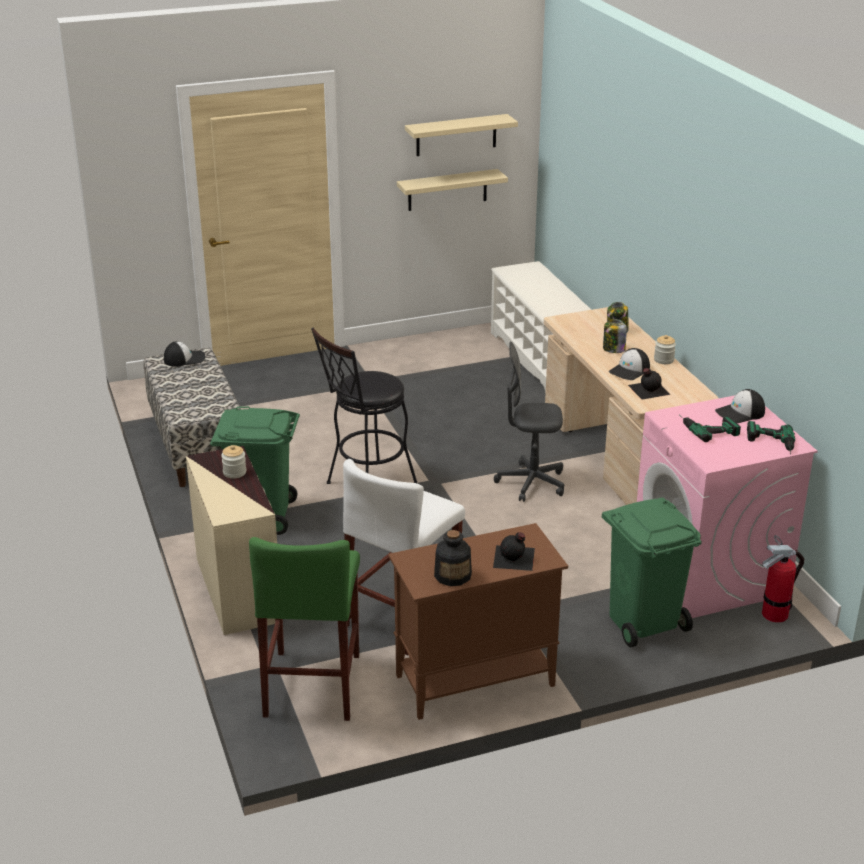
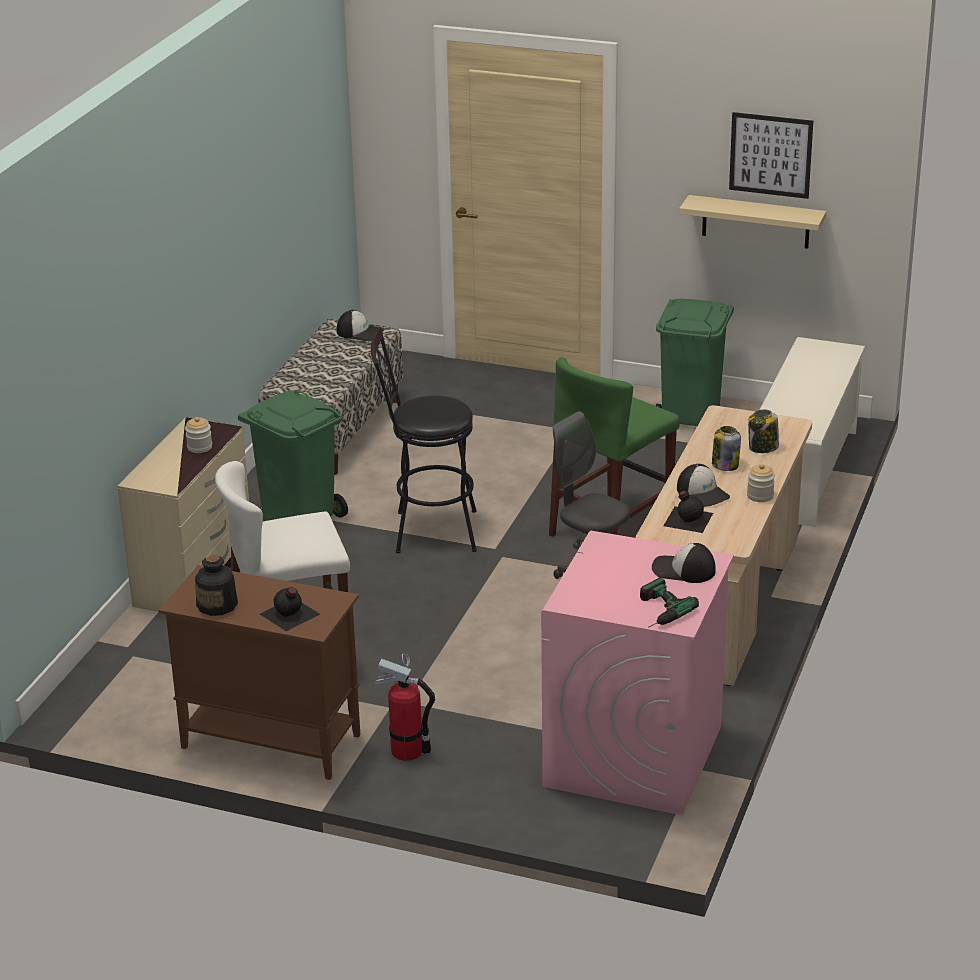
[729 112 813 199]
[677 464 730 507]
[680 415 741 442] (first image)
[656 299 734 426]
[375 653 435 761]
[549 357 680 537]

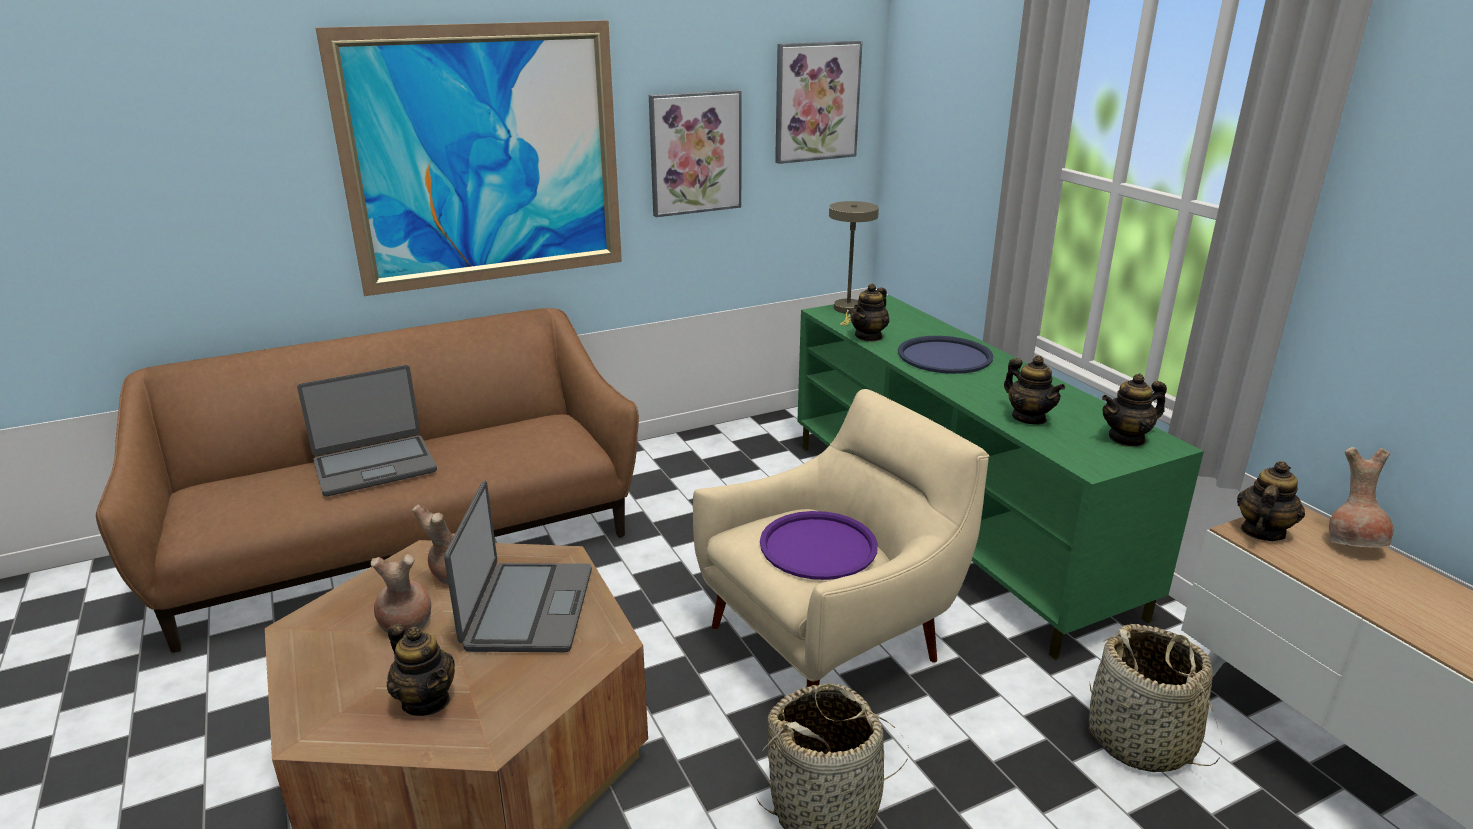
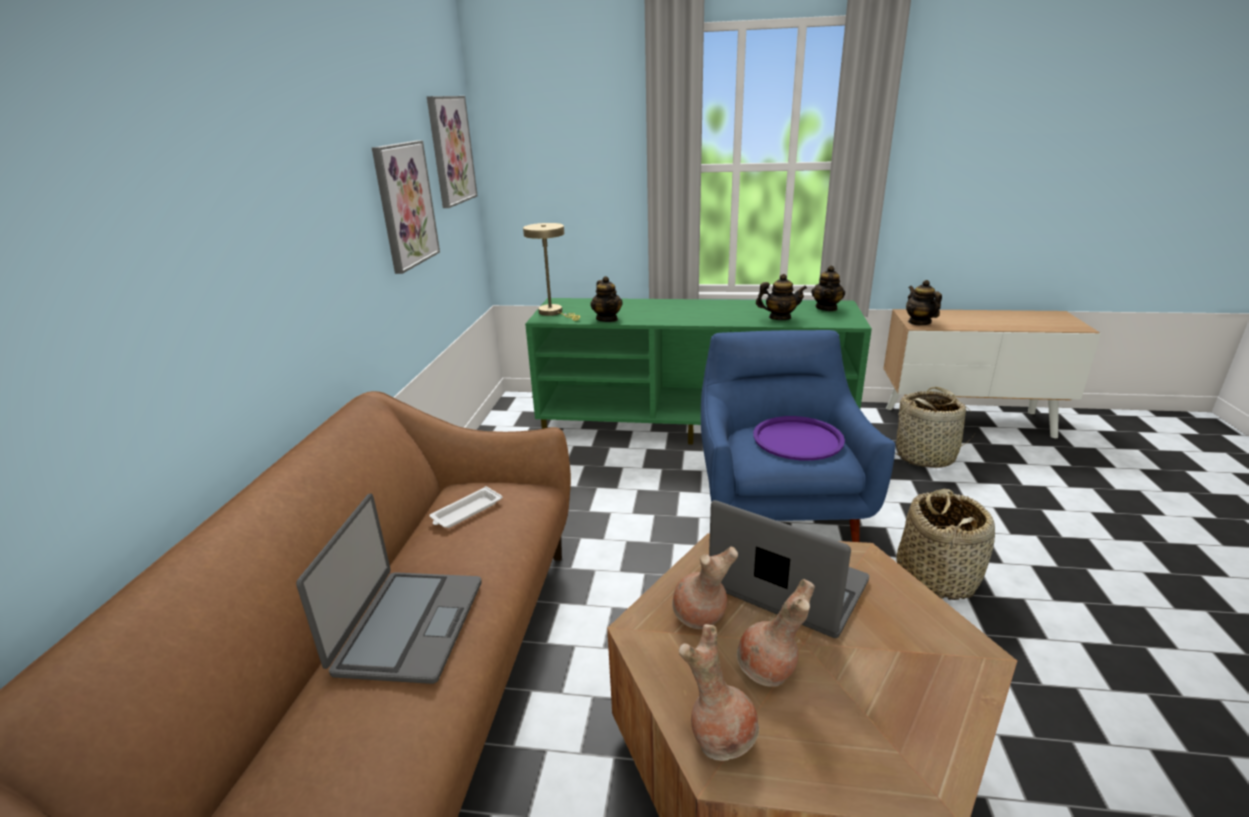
[316 20 622 296] (first image)
[898 336 993 374] (first image)
[701 330 895 542]
[678 624 759 761]
[387 624 455 716] (first image)
[429 486 502 528]

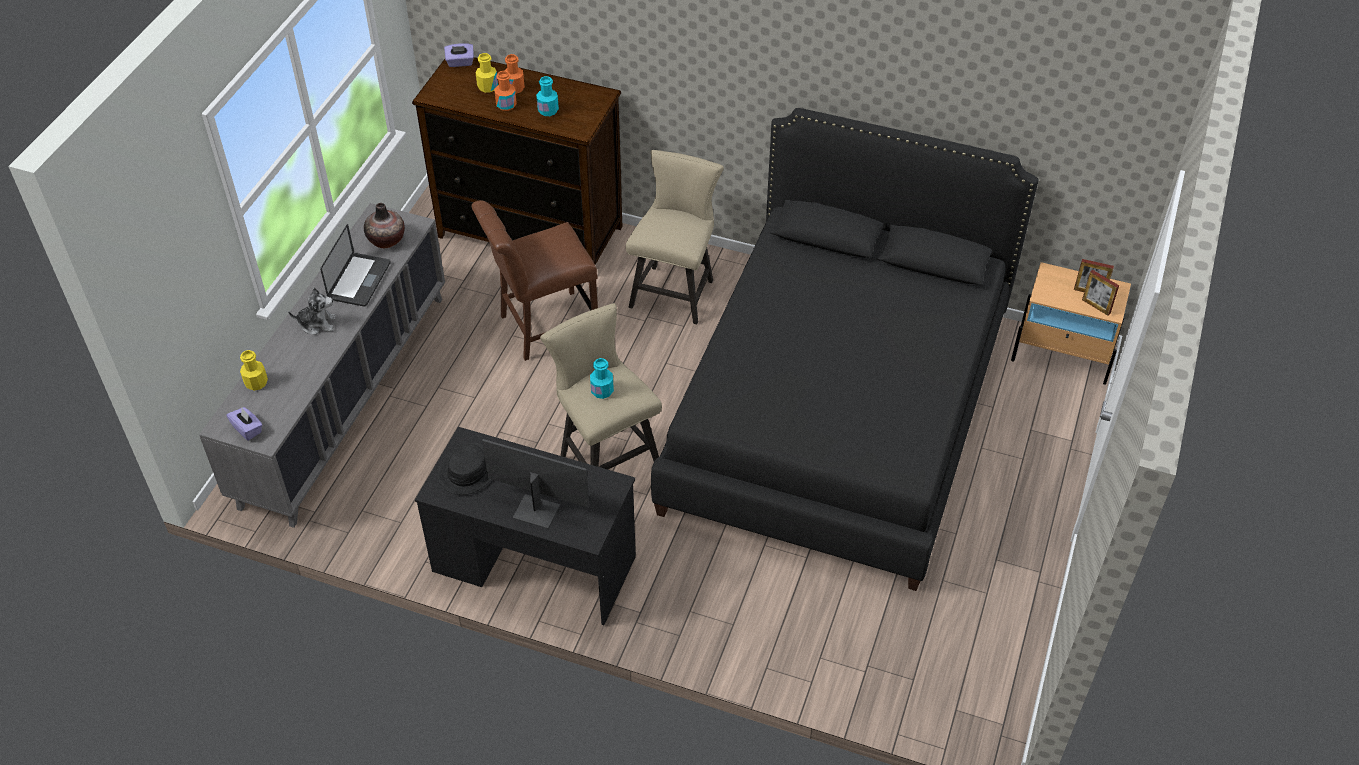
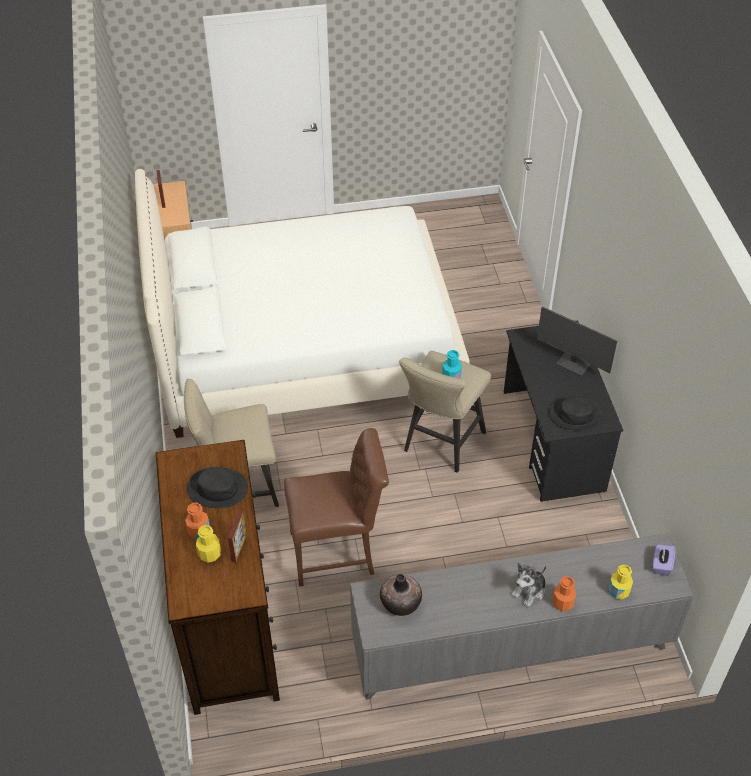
[444 43 474 67] (first image)
[552 576 576 611]
[187 467 248 508]
[135 169 470 438]
[284 428 389 587]
[320 224 391 307] (first image)
[228 511 247 563]
[511 563 547 607]
[537 306 617 376]

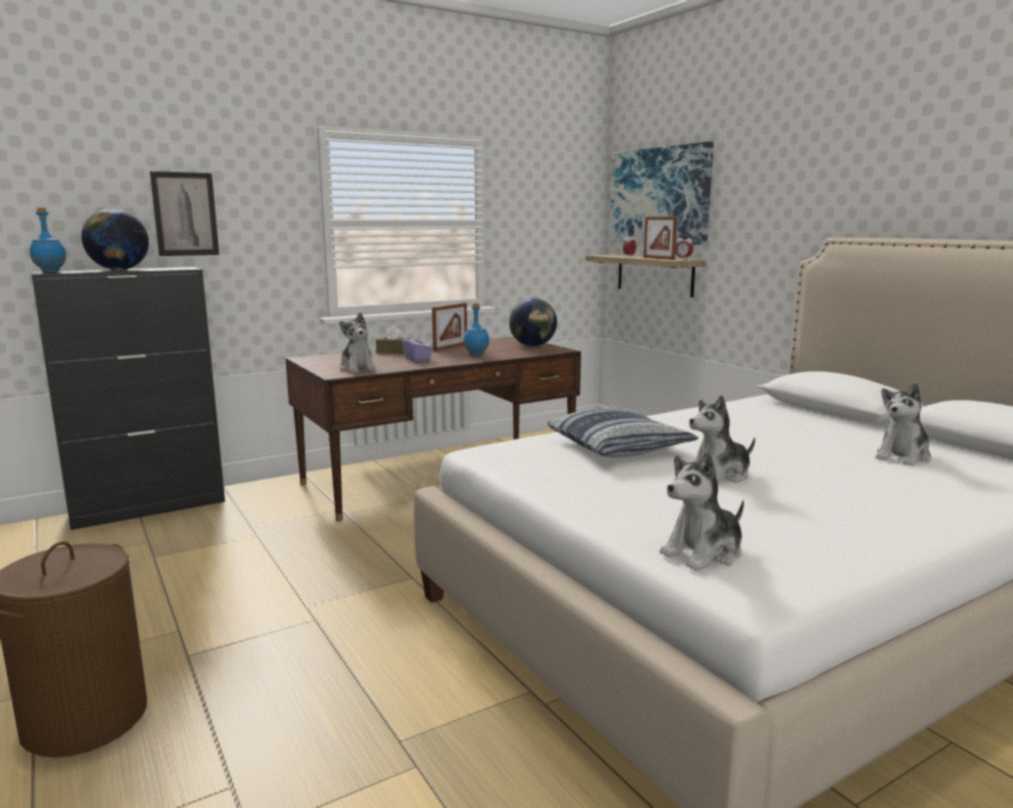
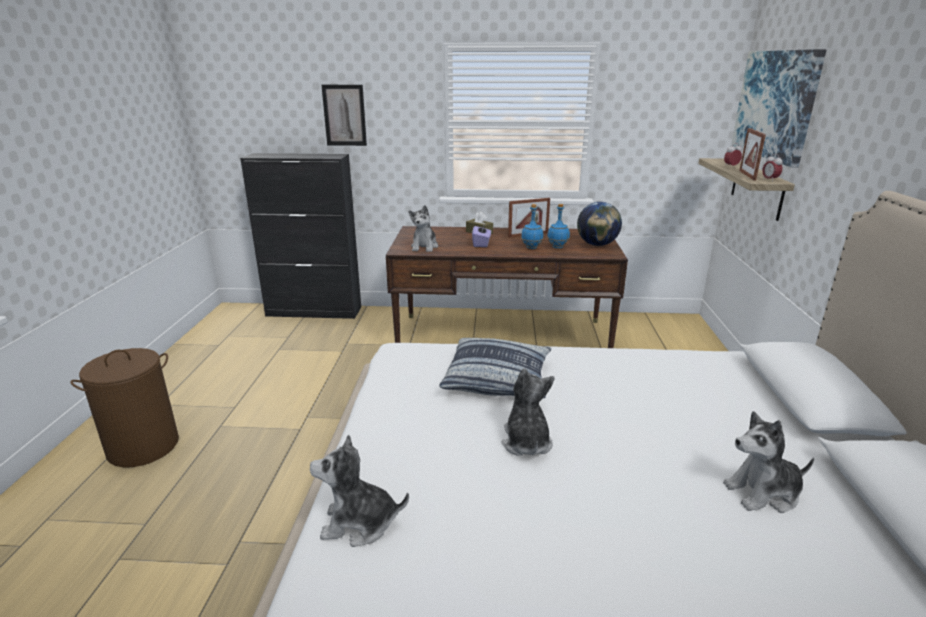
[547 204 570 249]
[82 209 149 270] (first image)
[502 368 555 456]

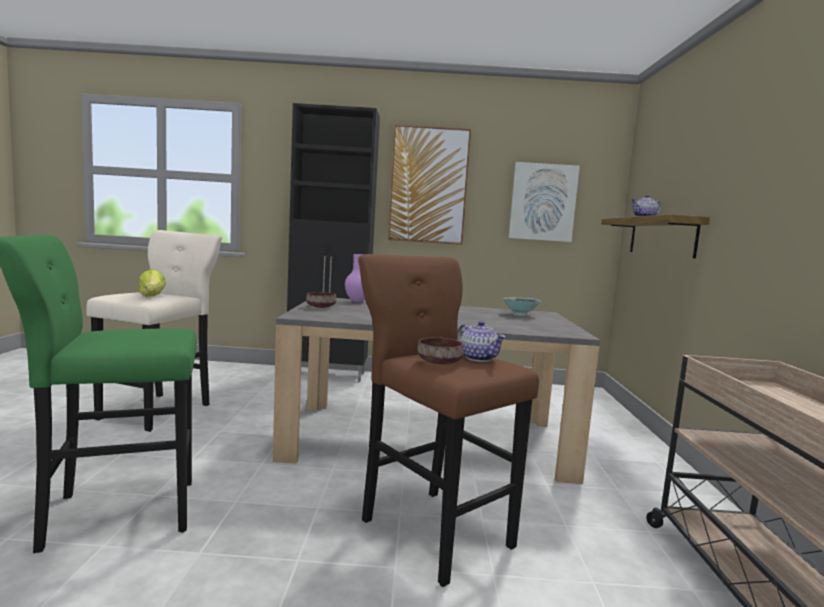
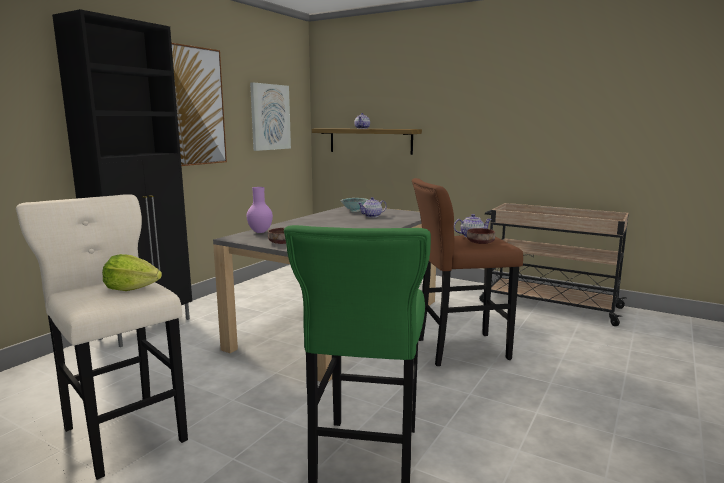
[358 197 387 218]

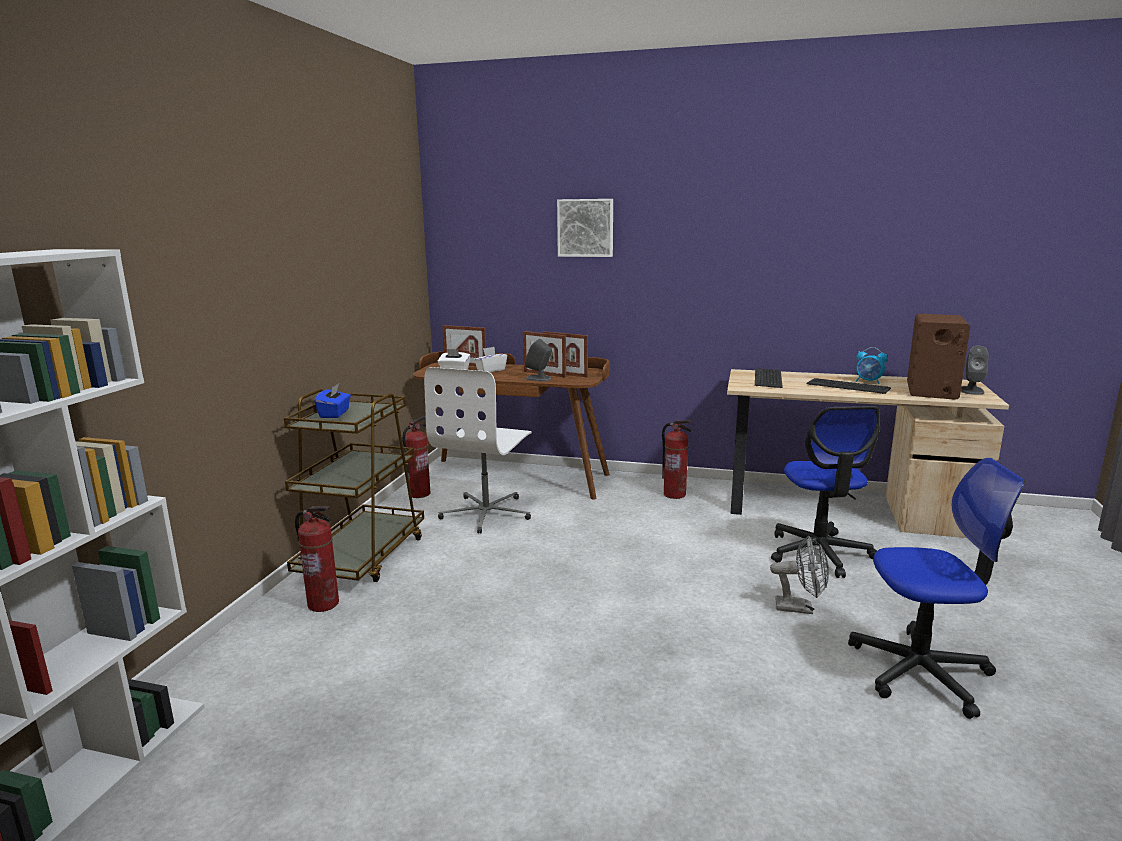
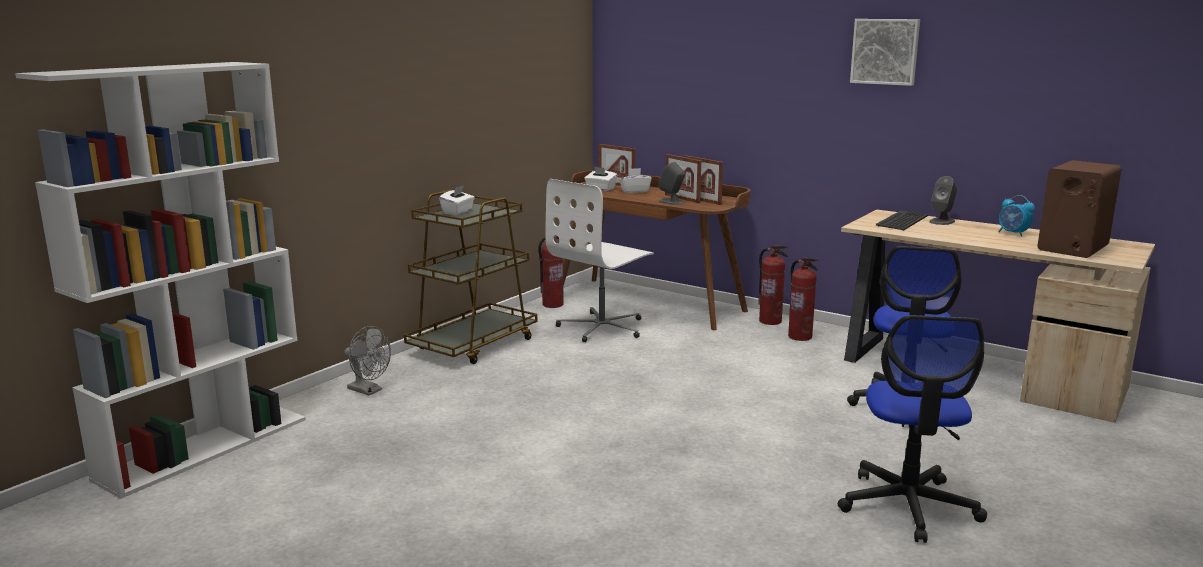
[850 19 920 86]
[930 176 957 225]
[807 378 891 394] (first image)
[439 185 475 215]
[837 315 987 543]
[758 246 788 325]
[344 326 391 396]

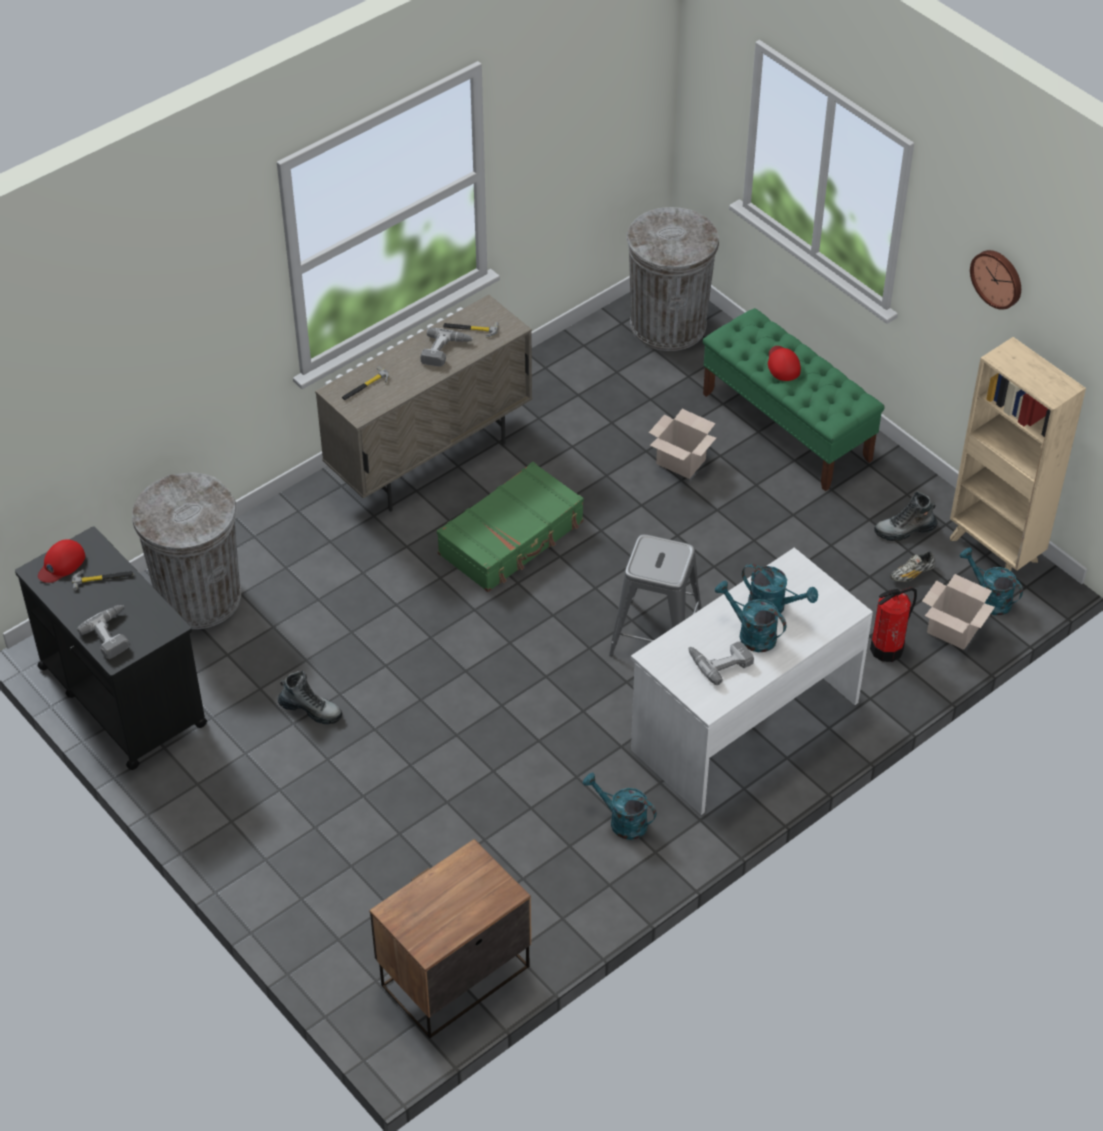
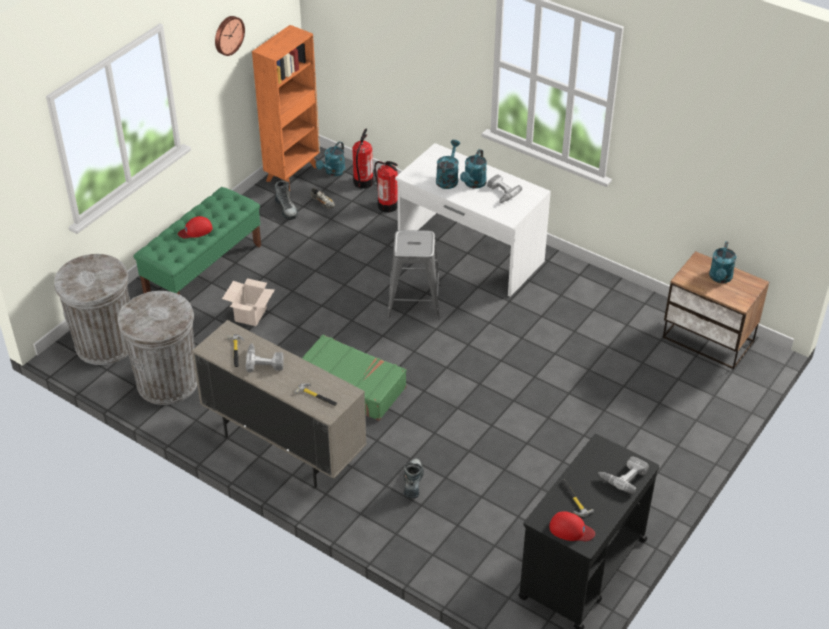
[252 25 320 191]
[118 291 197 405]
[352 129 374 189]
[404 458 424 499]
[709 241 737 283]

